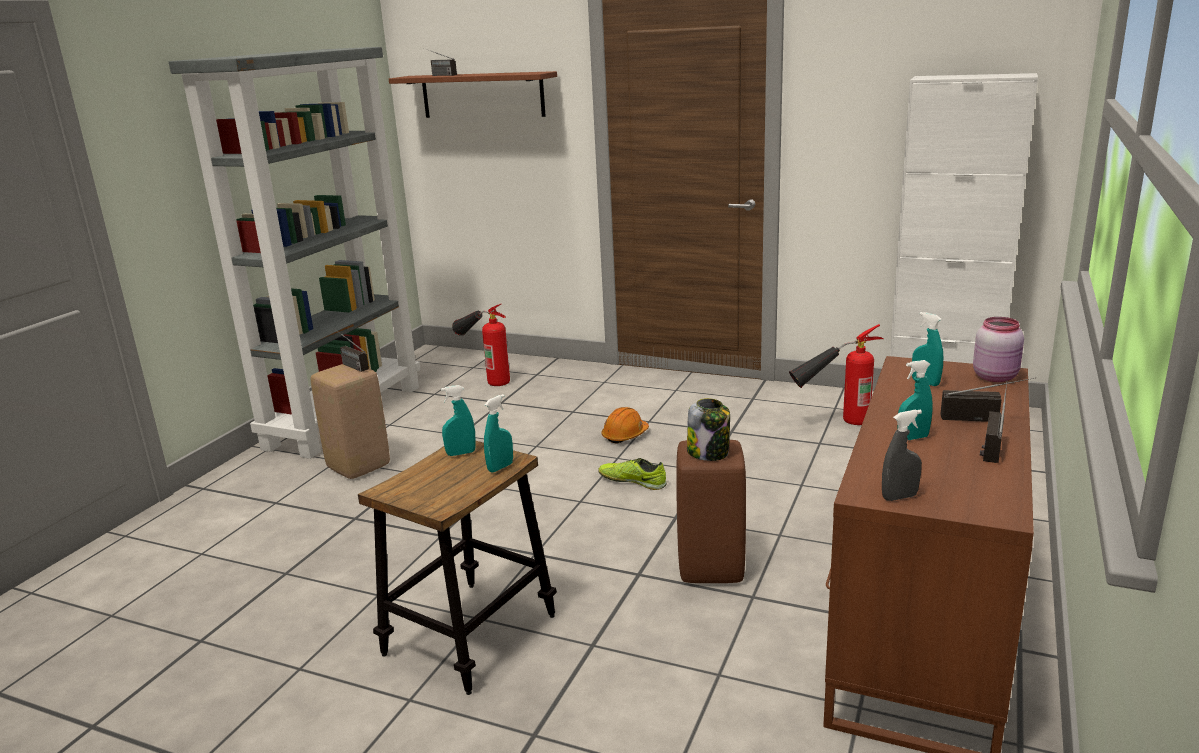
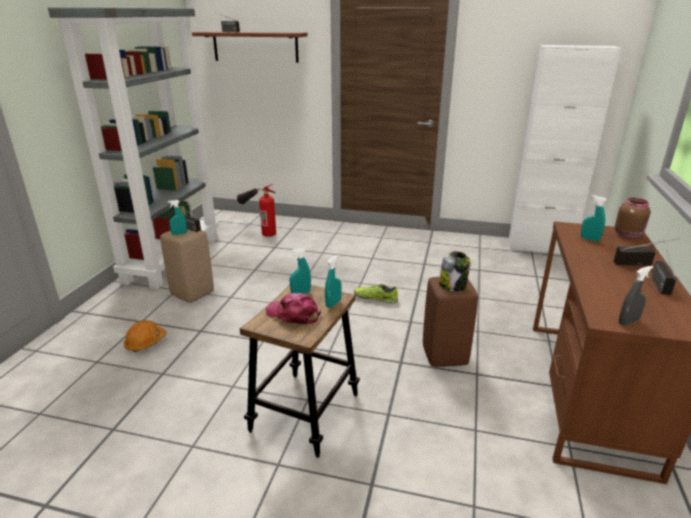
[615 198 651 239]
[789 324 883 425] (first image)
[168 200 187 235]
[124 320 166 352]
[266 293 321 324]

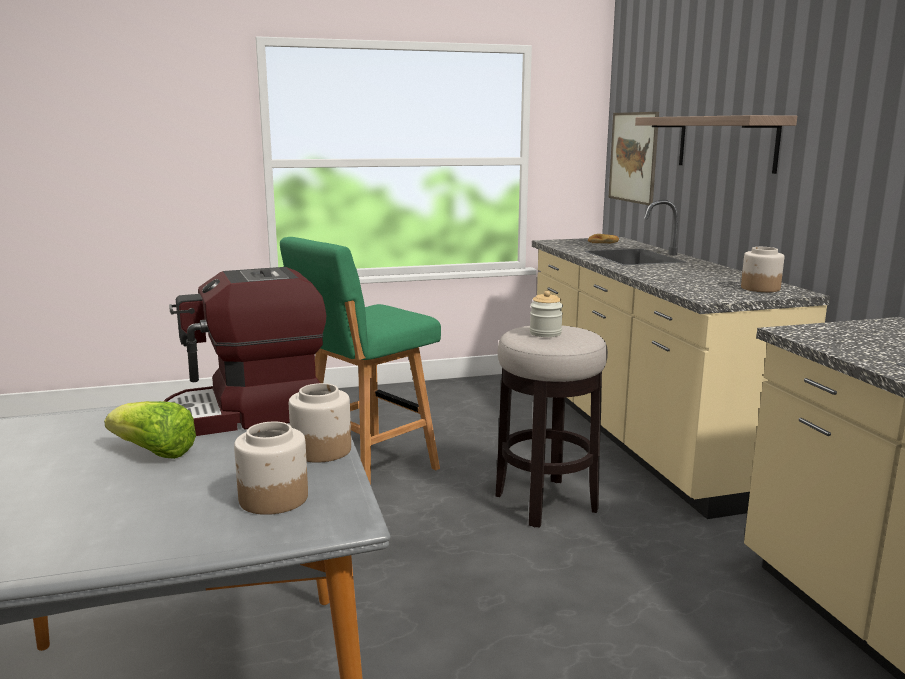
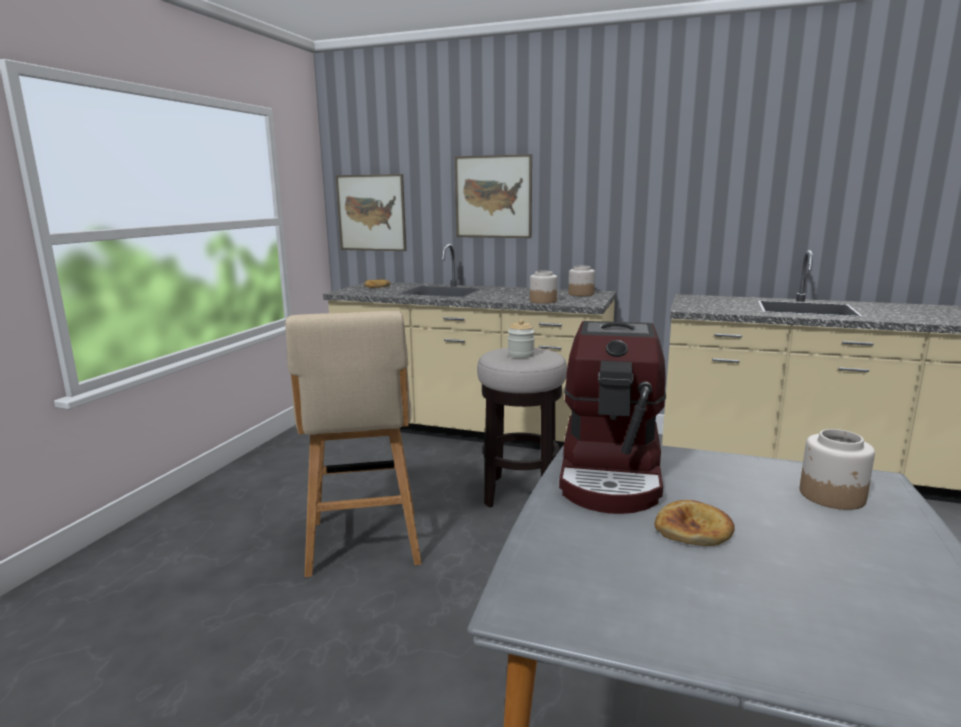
[455 154 532 238]
[286 311 422 577]
[530 271 557 304]
[655 500 735 546]

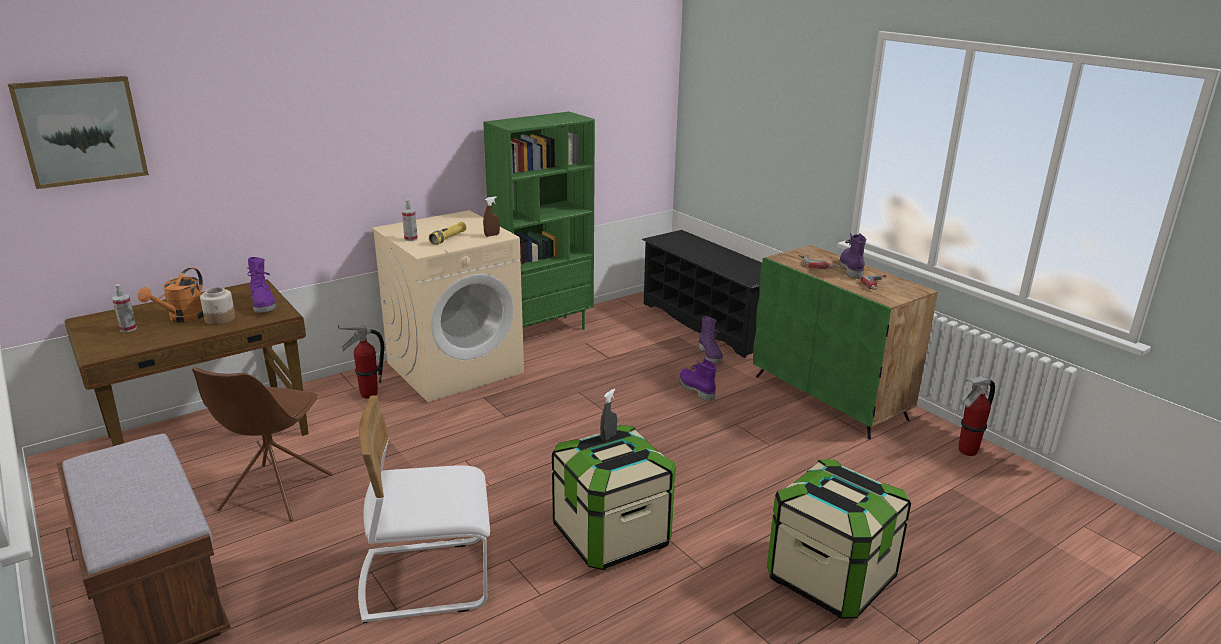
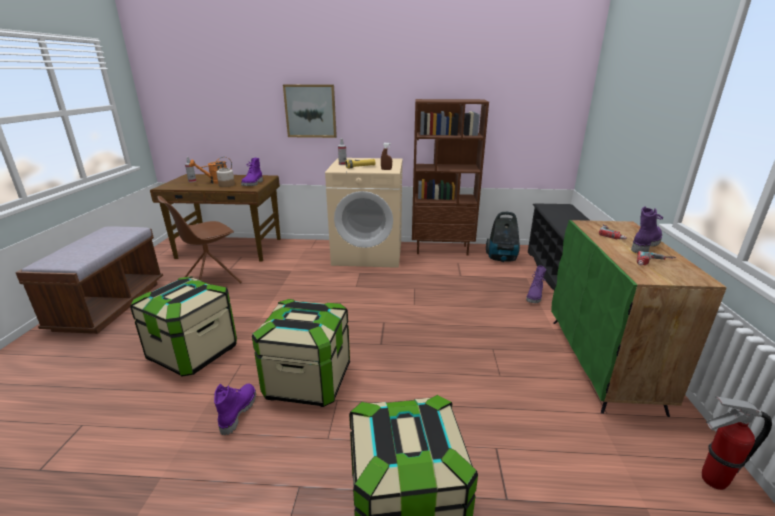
[283 84 337 138]
[412 99 489 256]
[338 325 384 399] (first image)
[214 384 256 435]
[600 389 617 441] (first image)
[130 276 237 377]
[486 212 520 262]

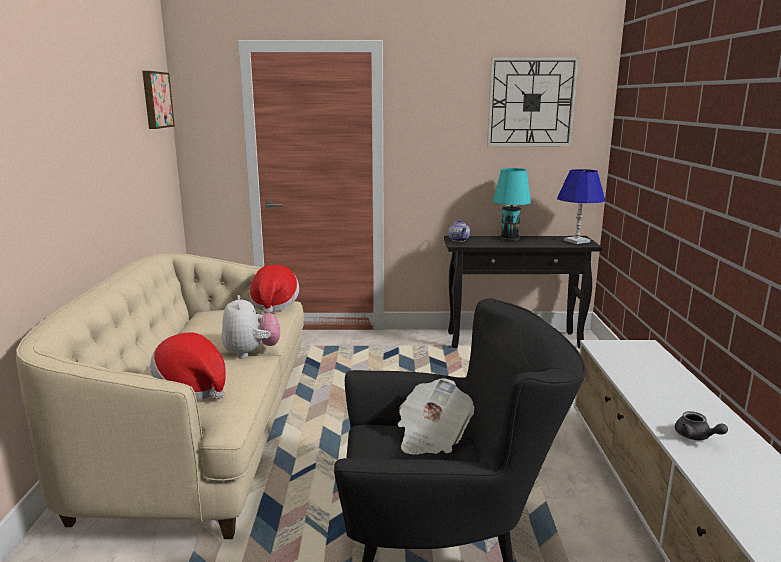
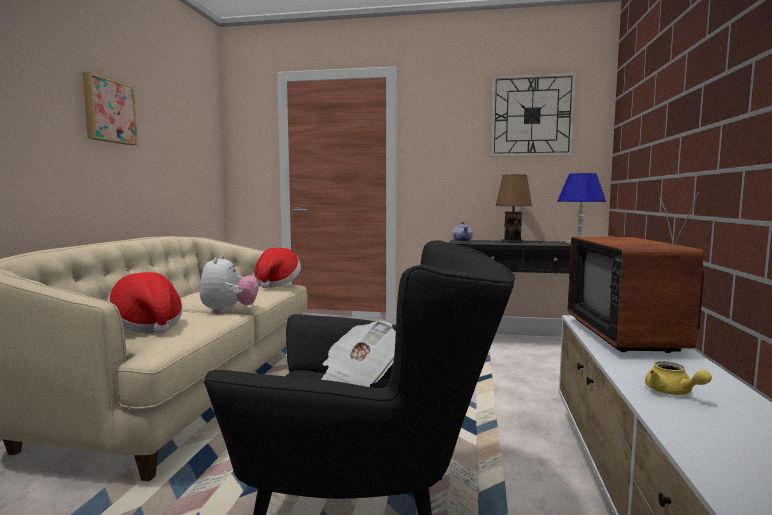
[83 72 138 145]
[496 175 543 244]
[645 361 712 395]
[568 192 704 353]

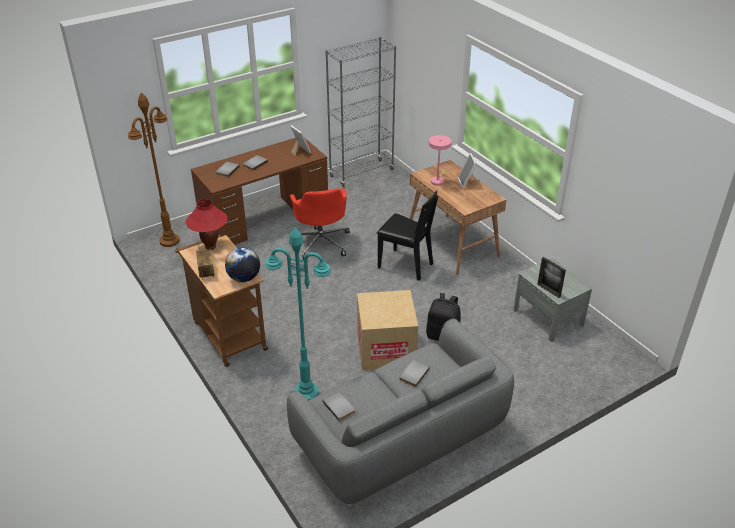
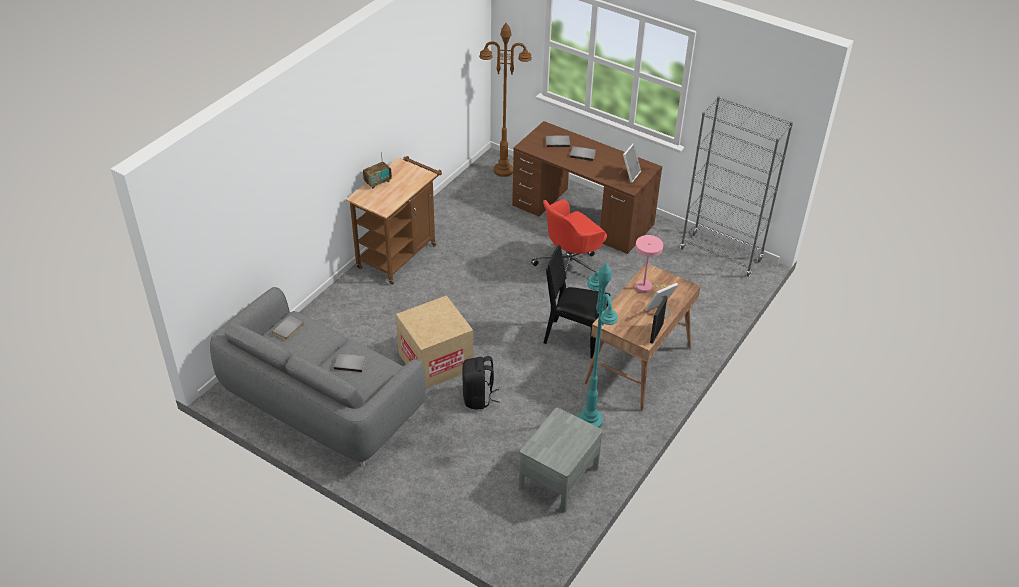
[544 245 610 359]
[186 199 228 250] (first image)
[578 264 618 428]
[225 247 260 282] (first image)
[650 296 668 344]

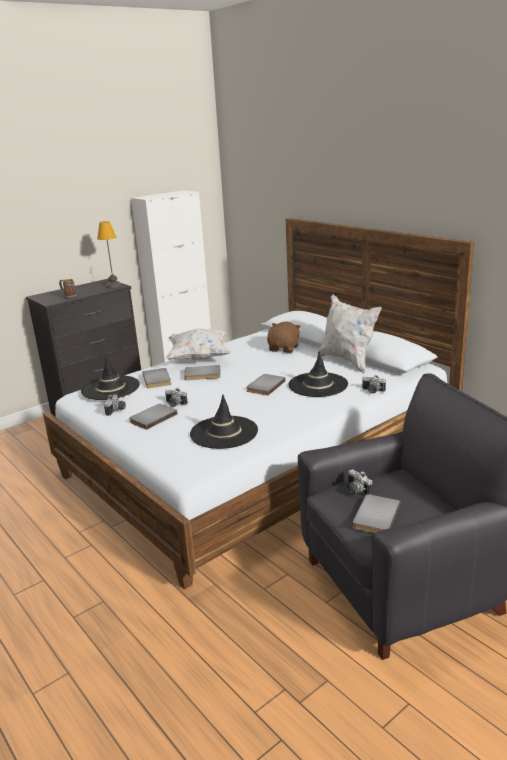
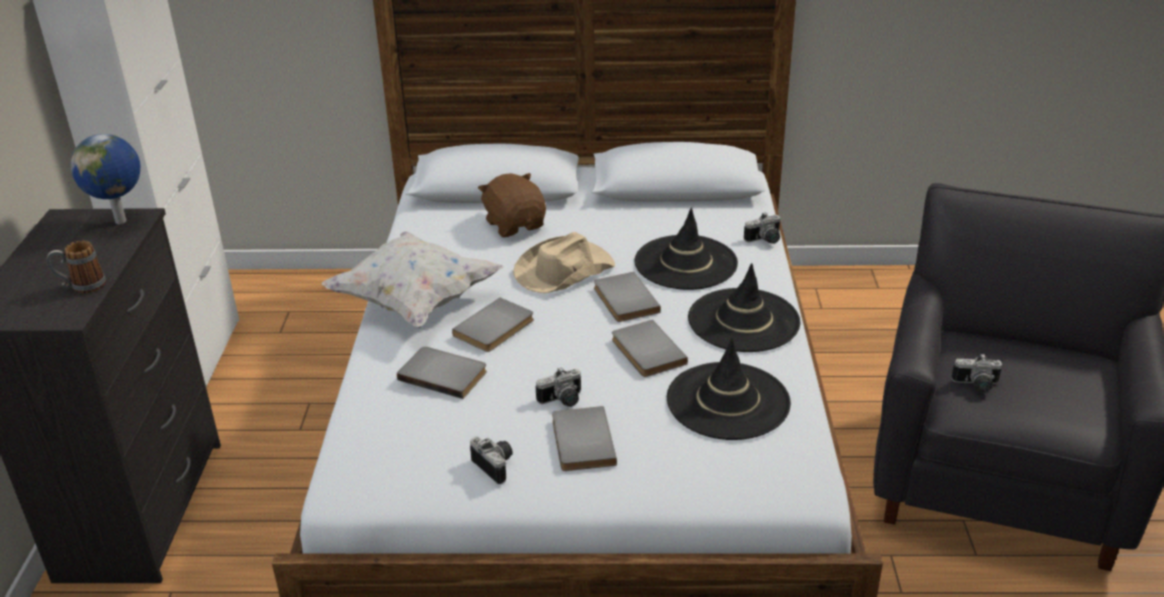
[70 134 140 224]
[317 295 382 373] (first image)
[688 263 801 352]
[612 320 688 377]
[513 232 615 293]

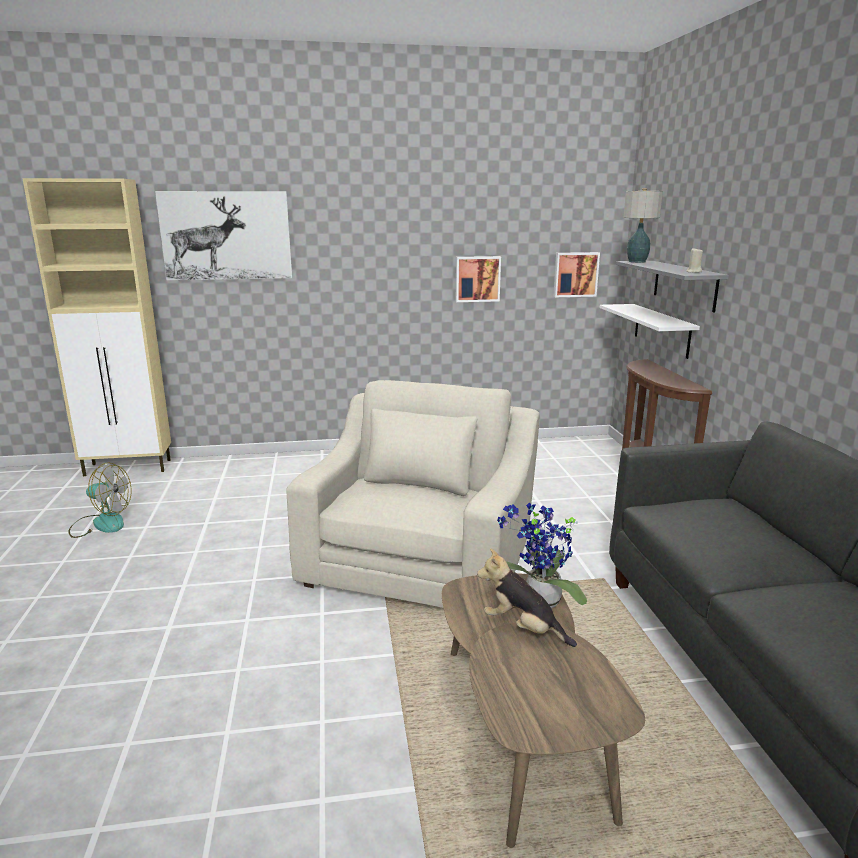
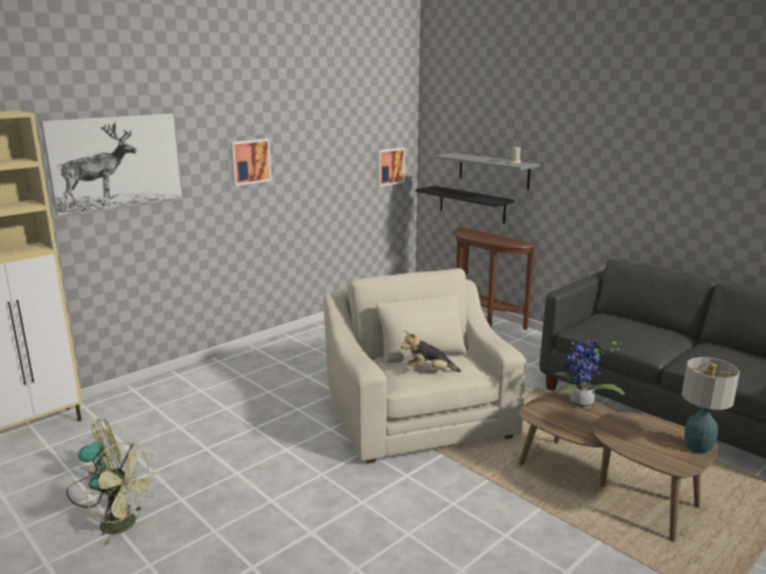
[682 357 740 454]
[230 138 272 186]
[416 186 515 224]
[401 330 461 372]
[85 442 158 545]

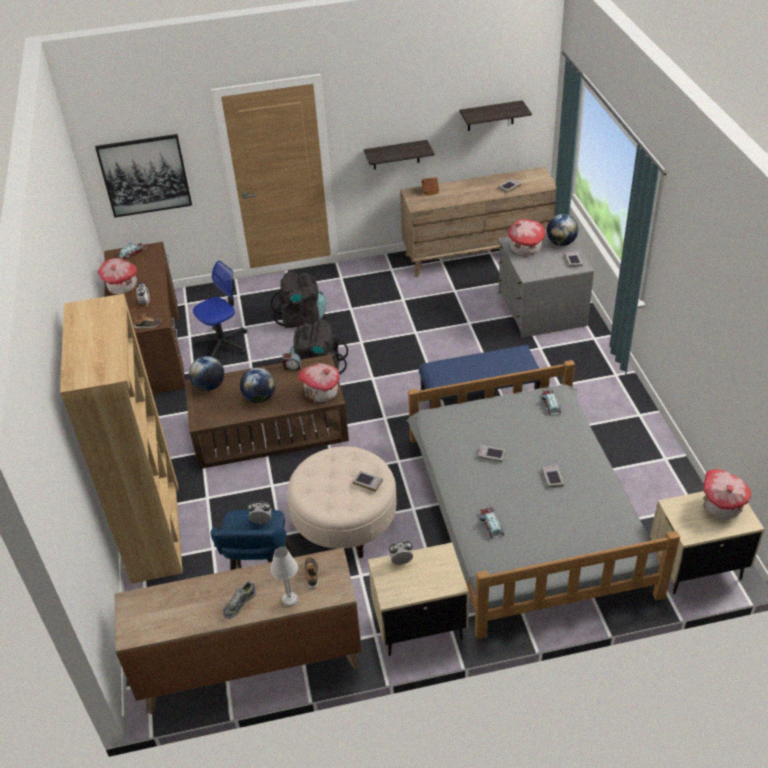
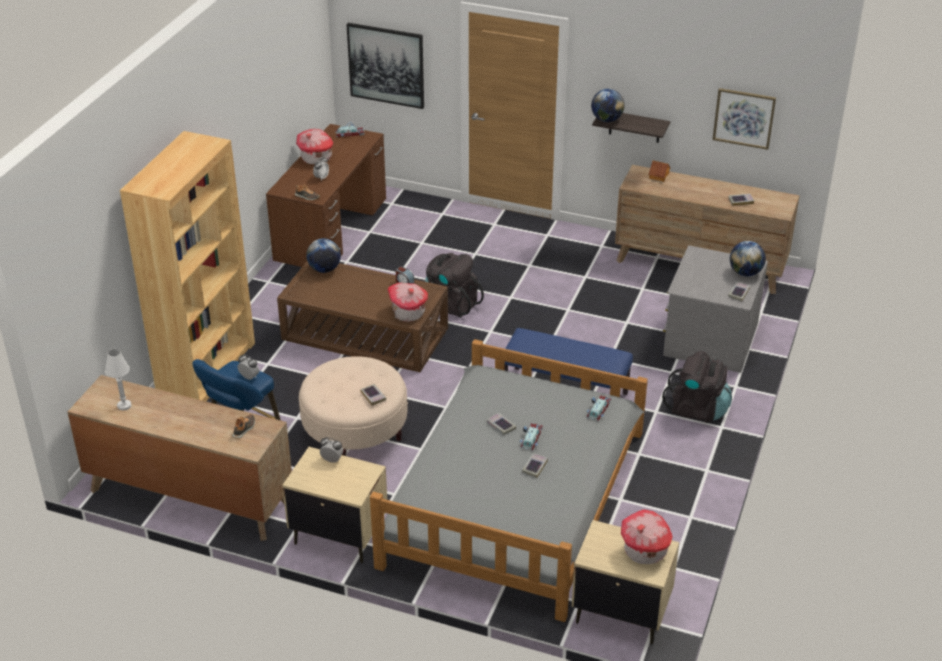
[712 88 776 150]
[508 219 545 256] (first image)
[193 260 247 359] (first image)
[662 351 732 422]
[591 89 625 122]
[520 423 543 451]
[105 349 132 410]
[222 580 257 619] (first image)

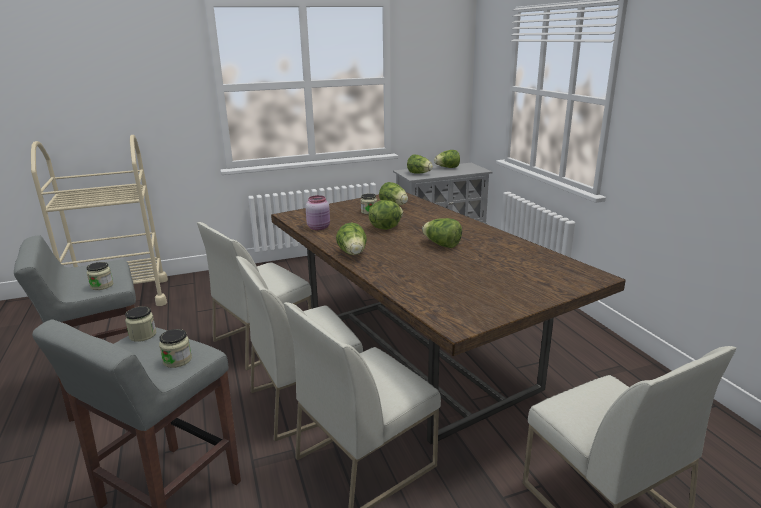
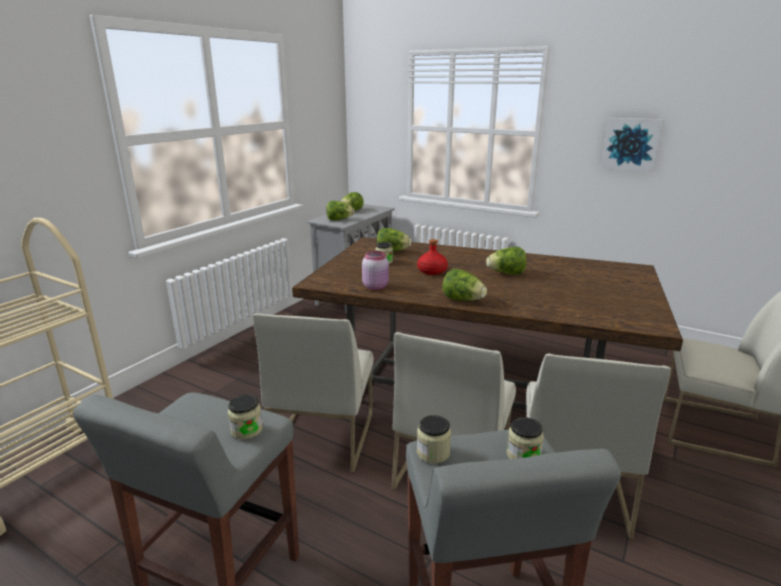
[417 239 448 275]
[601 118 664 172]

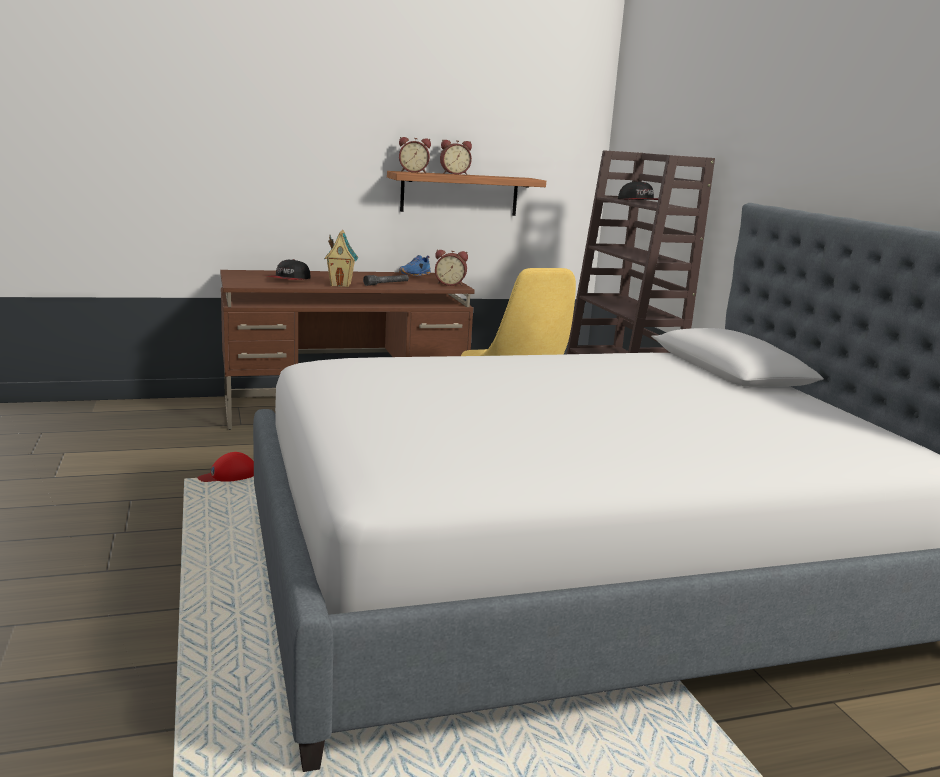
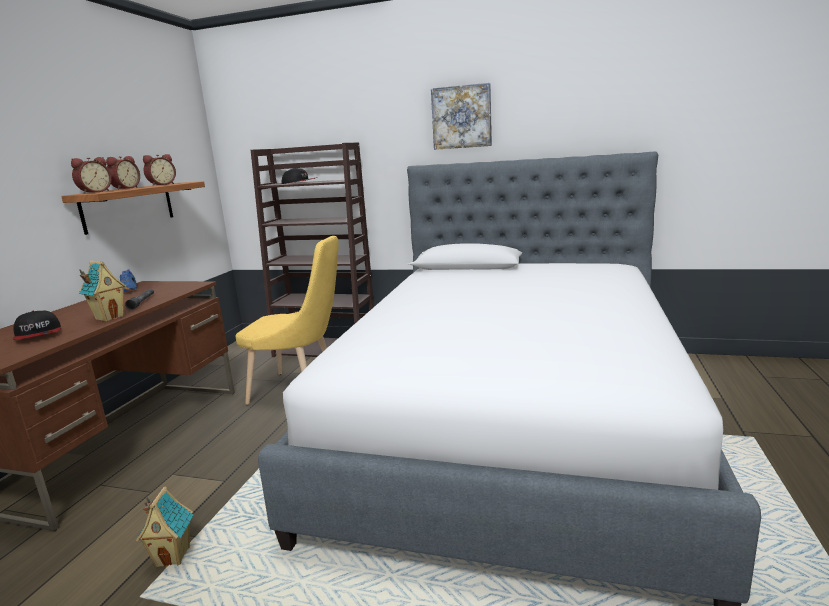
[143 154 176 186]
[136 486 194 568]
[431 83 492 150]

